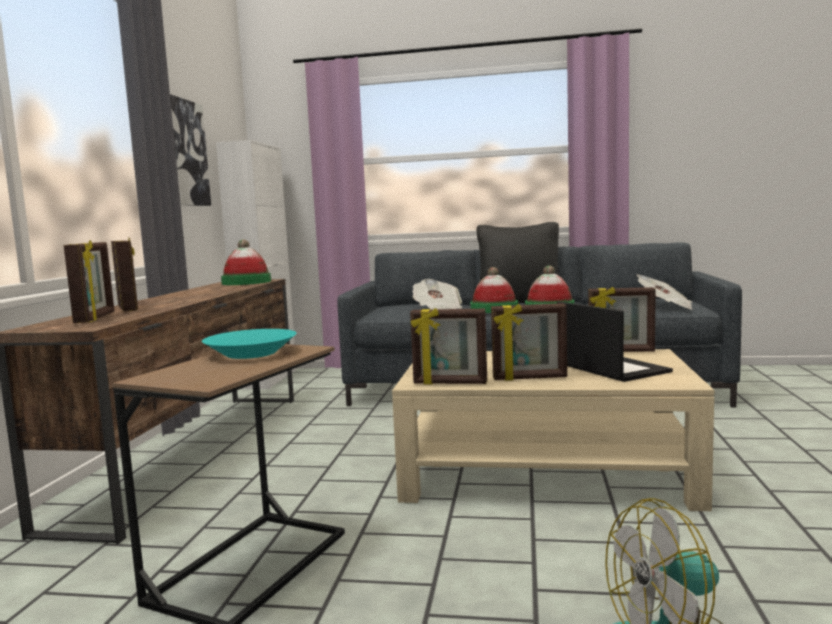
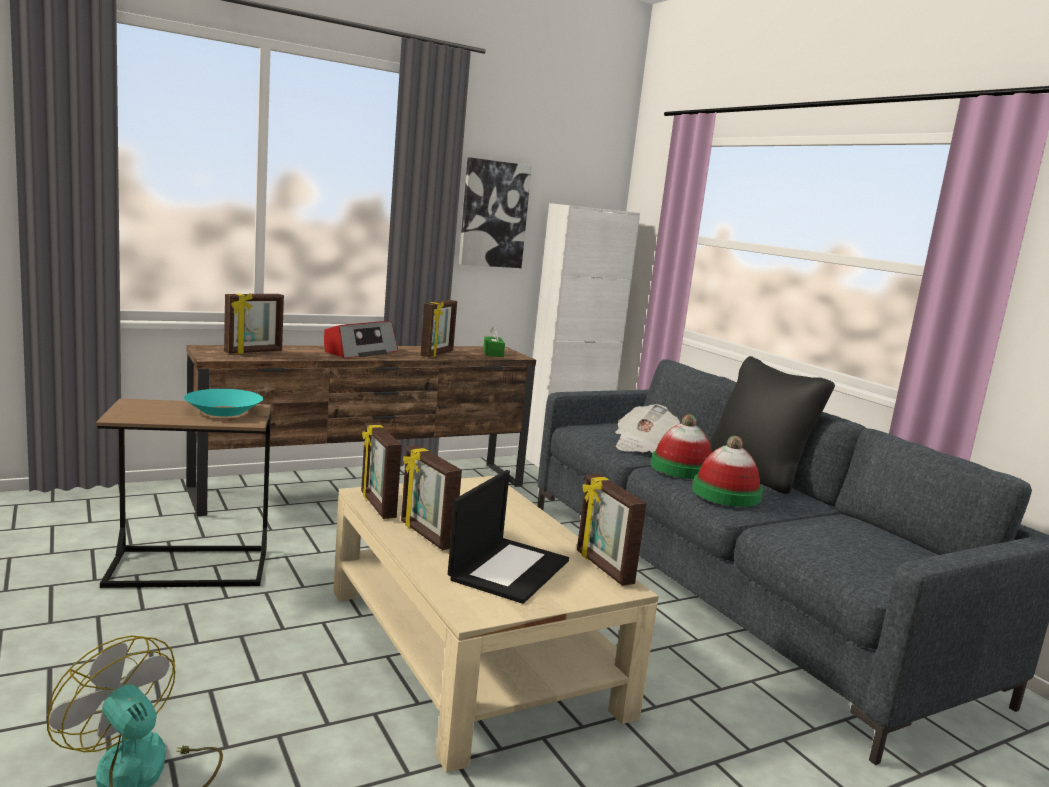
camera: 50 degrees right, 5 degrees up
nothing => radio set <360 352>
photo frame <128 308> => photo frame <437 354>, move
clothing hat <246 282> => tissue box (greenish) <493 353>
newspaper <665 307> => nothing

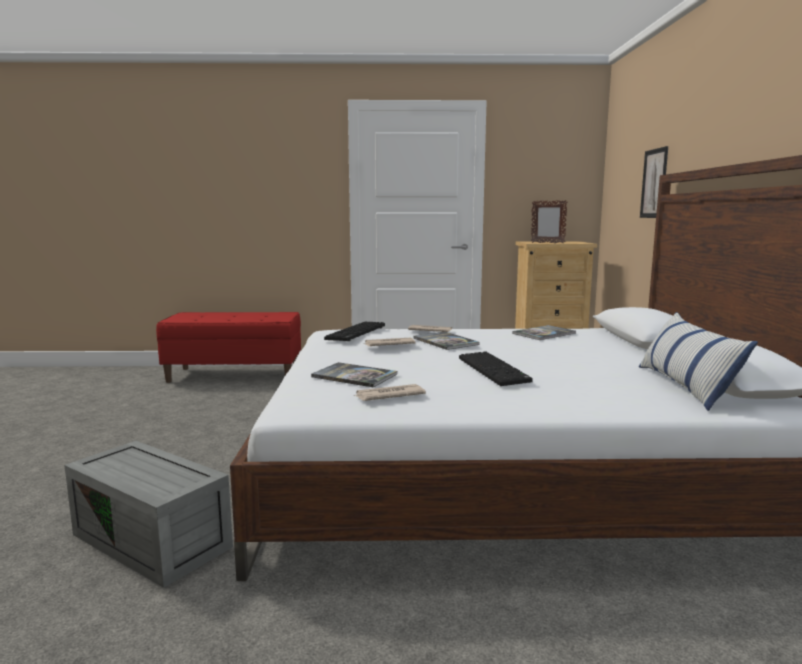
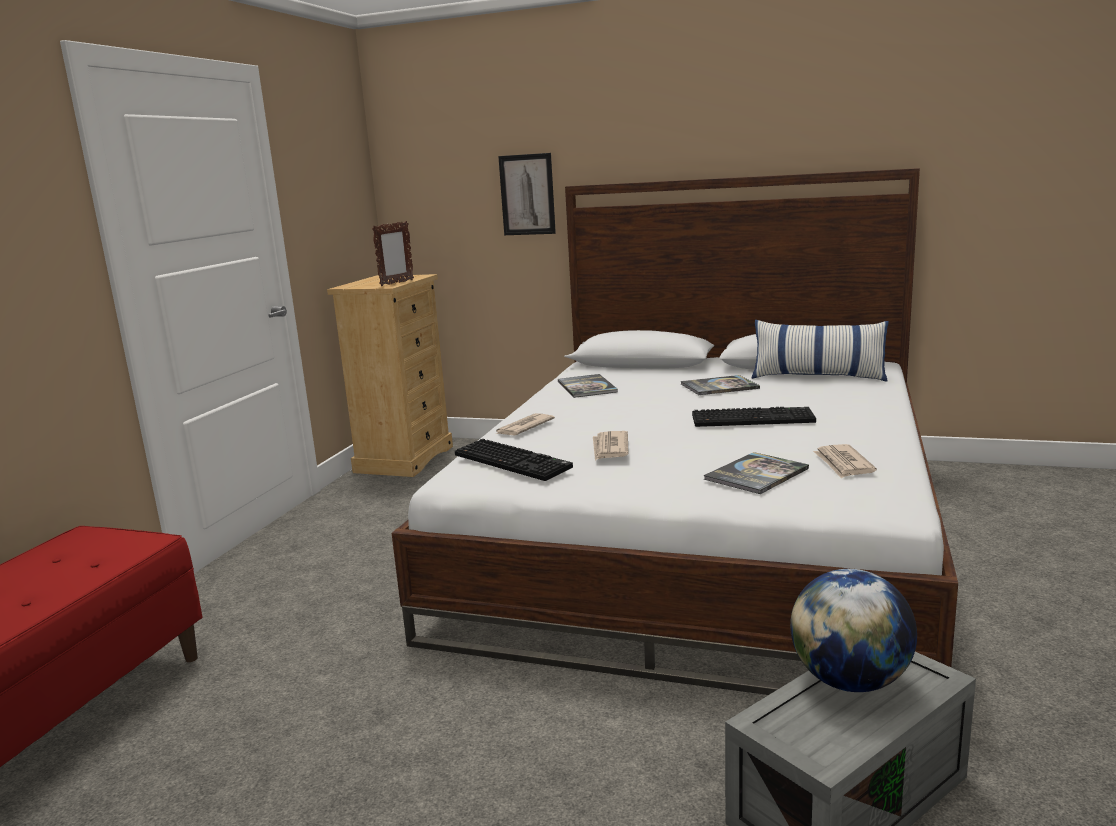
camera: 70 degrees left, 5 degrees up
bound book <445 342> => bound book <719 386>, move
nothing => globe <849 681>

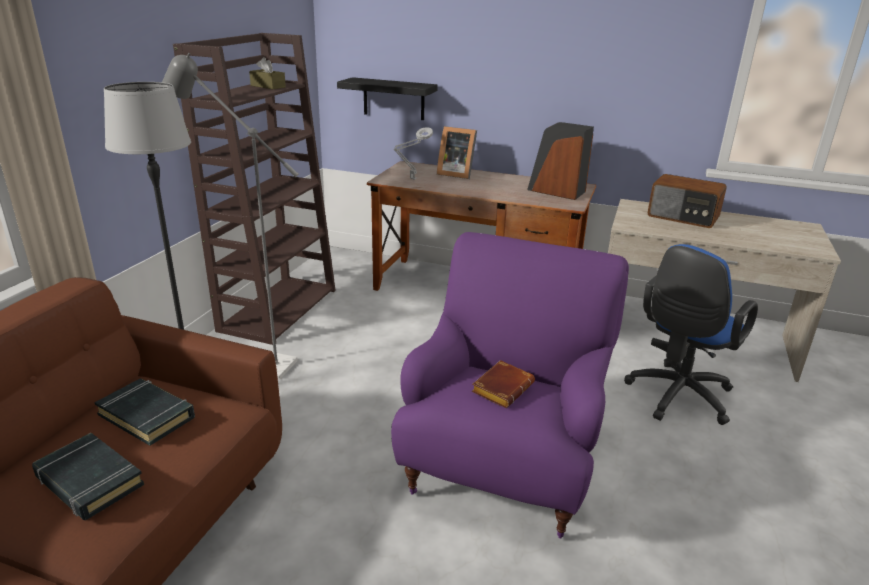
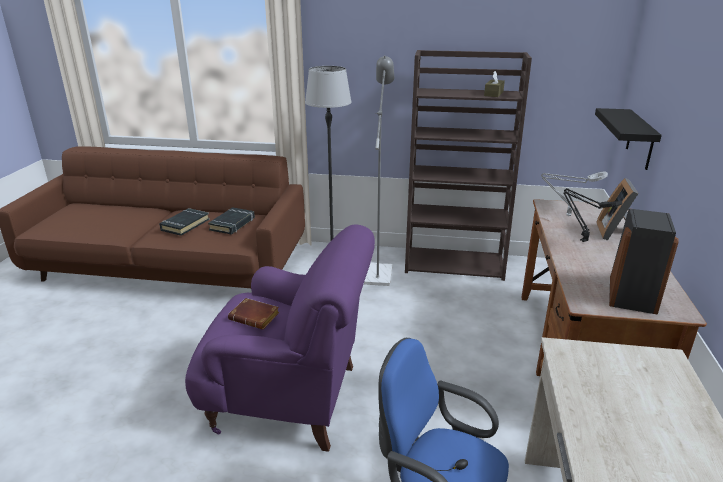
camera: 80 degrees right, 0 degrees up
nothing => table lamp (blackish) <582 240>
radio set <683 217> => nothing

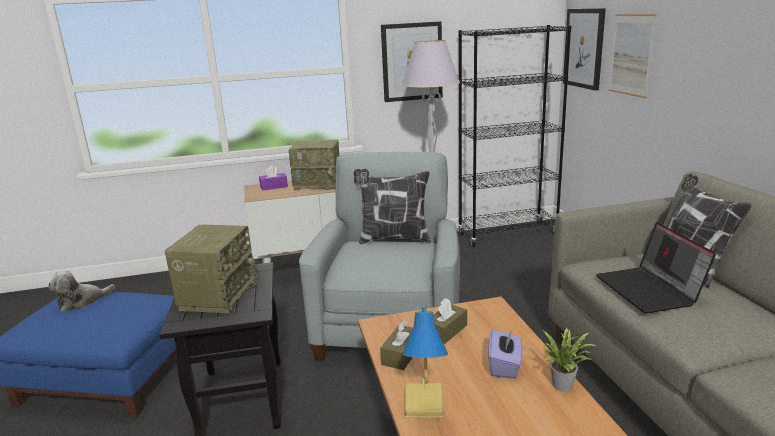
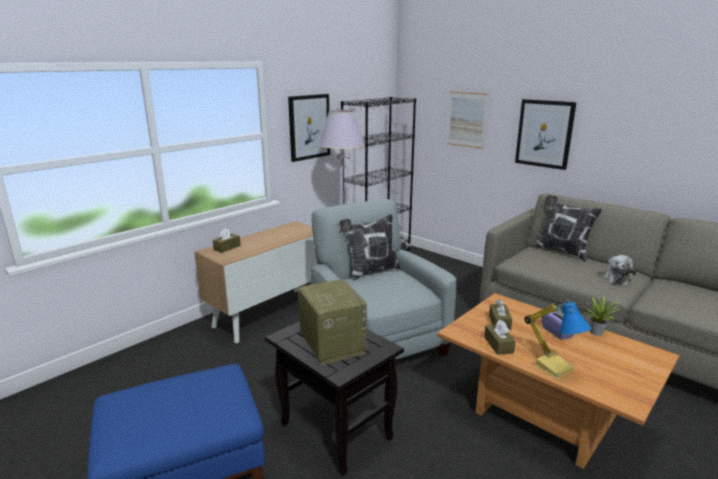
camera: 35 degrees left, 0 degrees up
tissue box (purple-coloured) <274 187> => tissue box (brown) <227 247>
picture <584 48> => picture <544 133>, move
plush toy <82 301> => plush toy <616 278>, move
radio set <318 184> => nothing
laptop <650 290> => nothing

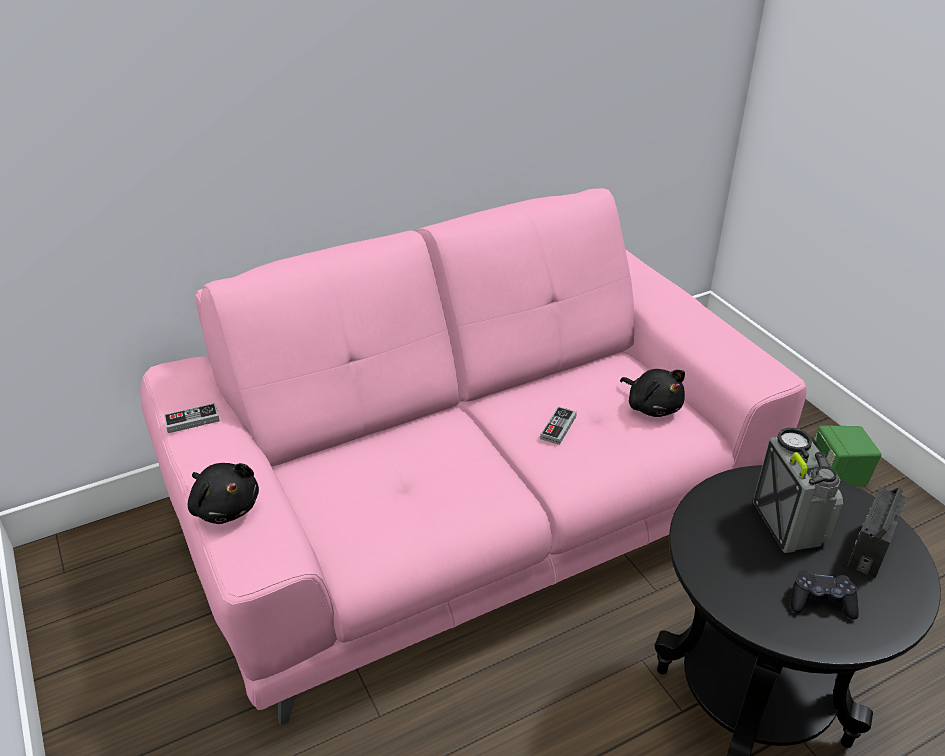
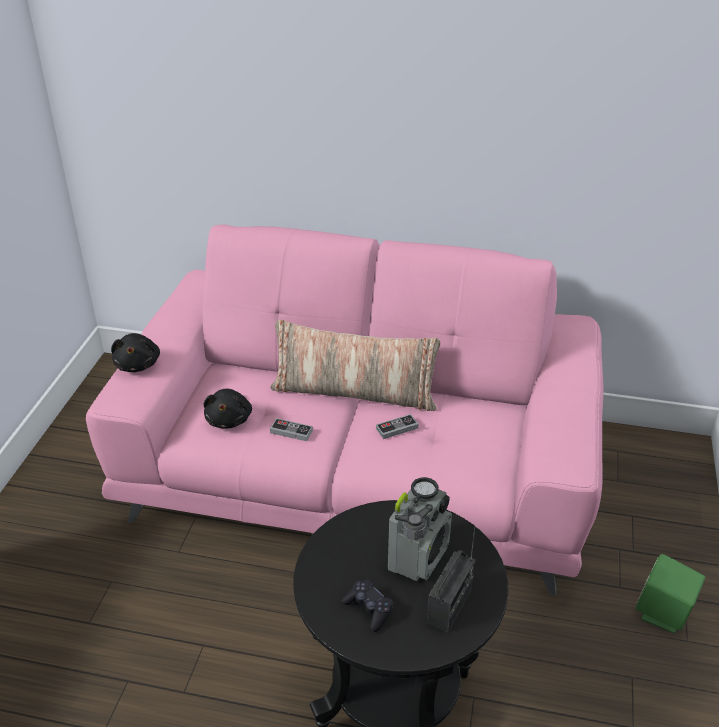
camera: 40 degrees right, 0 degrees up
plush toy (blackish) <652 406> => plush toy (blackish) <229 419>, move
nothing => pillow <354 392>
gamepad <192 420> => gamepad <291 431>, move
radio set <870 549> => radio set <450 605>, 135 degrees clockwise

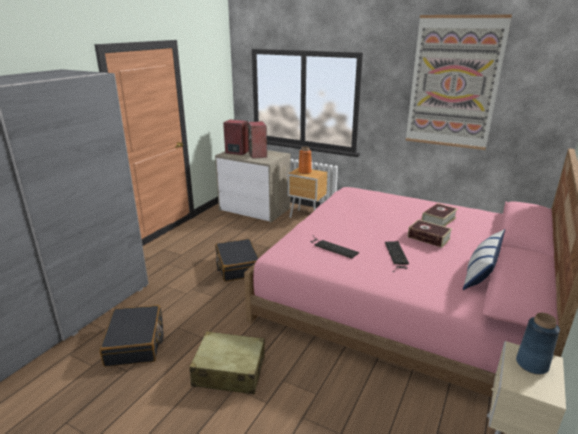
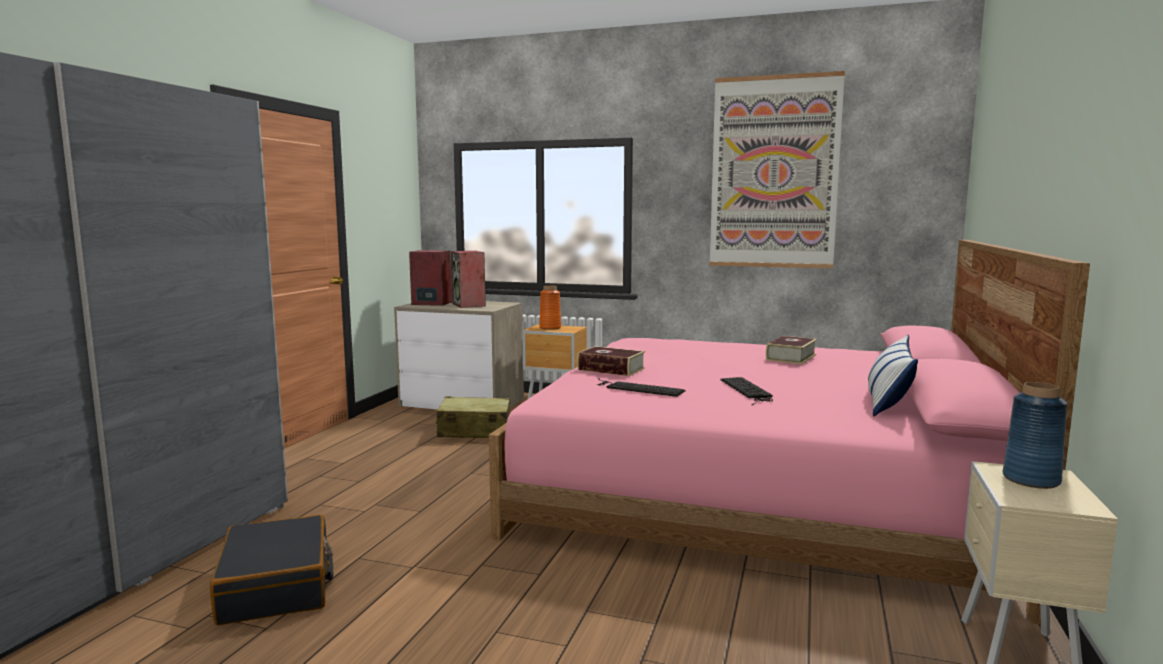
camera: 10 degrees left, 15 degrees down
piece of luggage (sand-coloured) <229 371> => piece of luggage (sand-coloured) <474 431>, move
bound book <428 238> => bound book <611 369>, move
piece of luggage (blackish) <237 266> => nothing

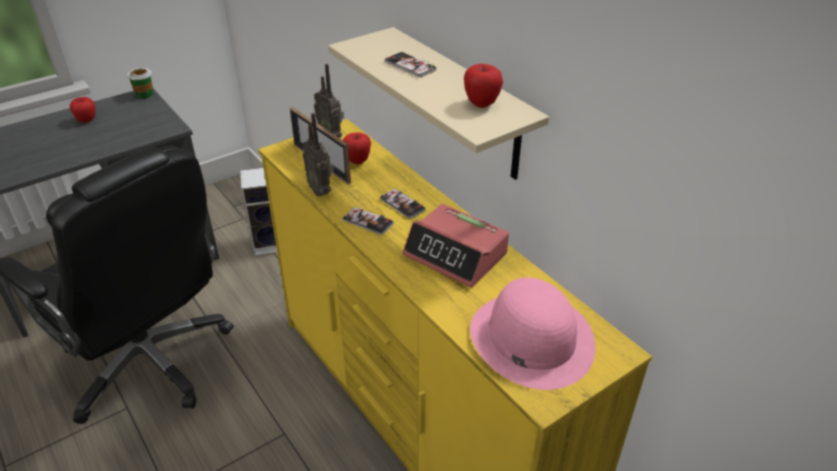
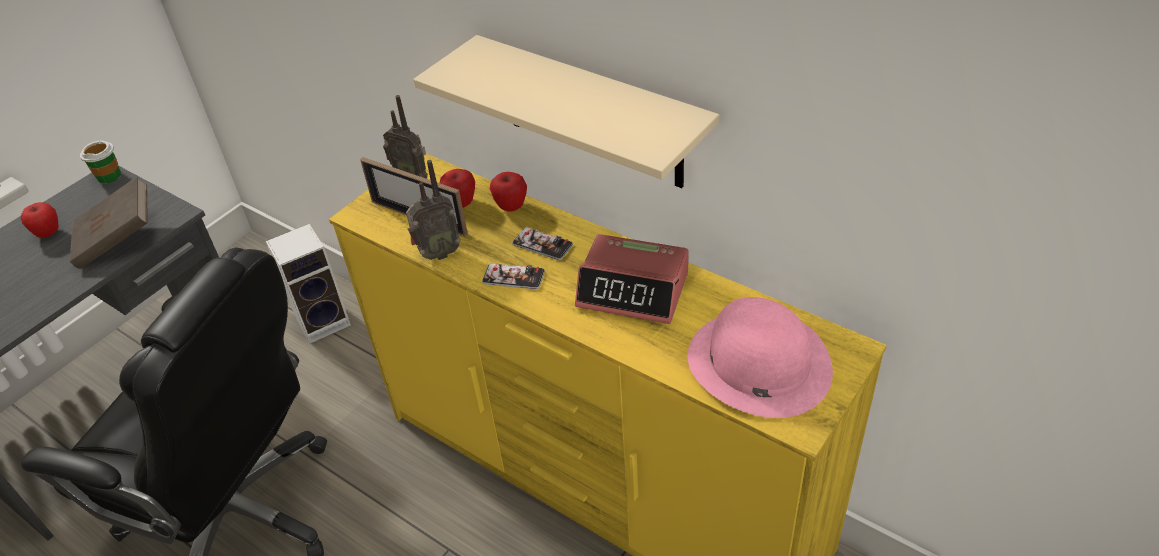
camera: 15 degrees left, 5 degrees up
nothing => bound book (brown) <118 240>
radio set <321 191> => radio set <437 253>, 60 degrees counterclockwise
apple <481 103> => apple <511 206>, move
handset <410 66> => nothing

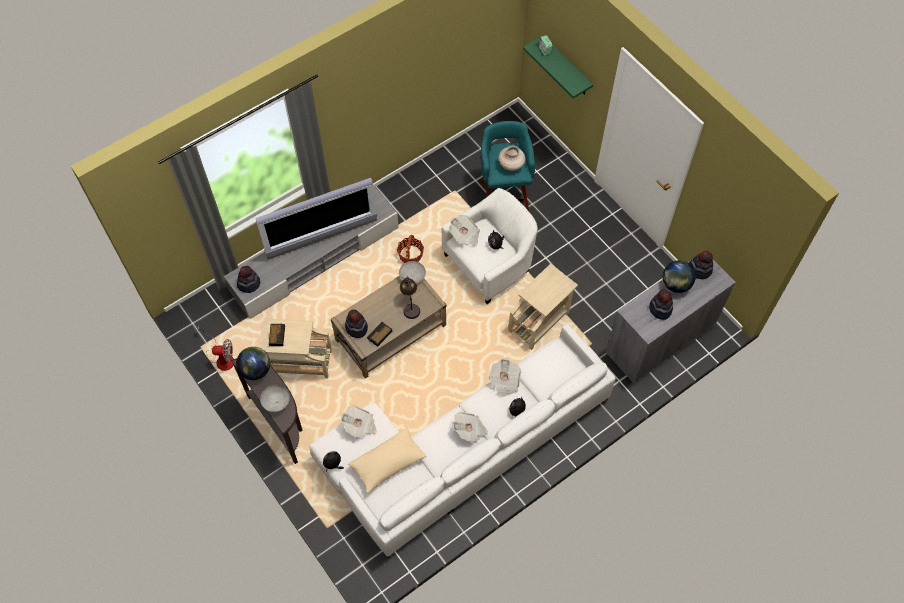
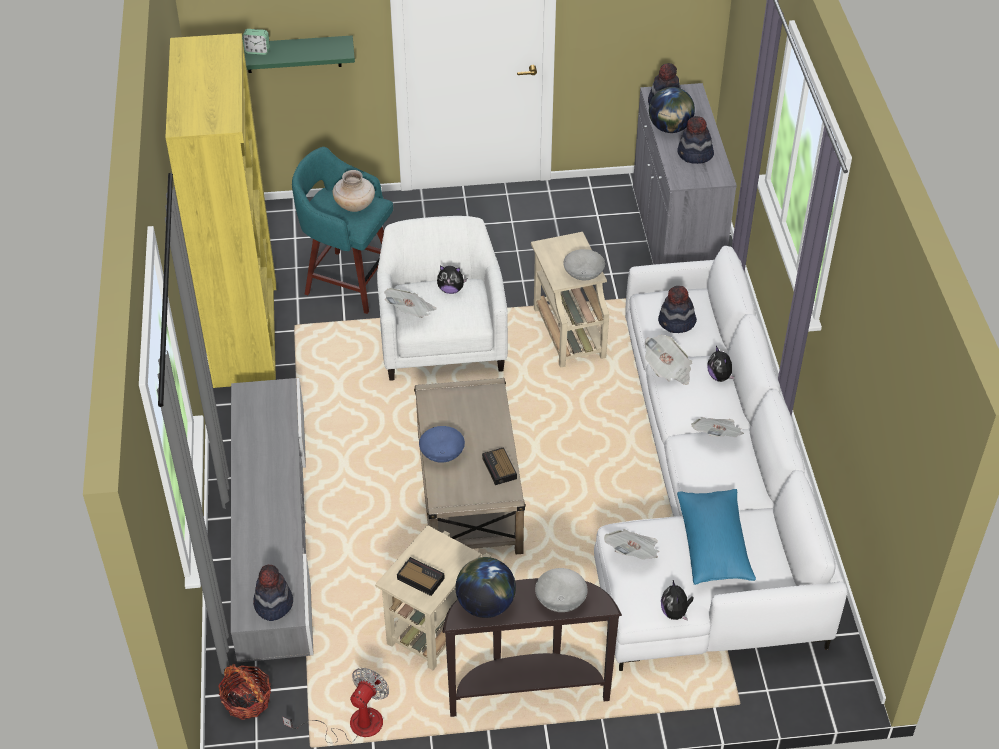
camera: 60 degrees left, 15 degrees down
nothing => bookcase (yellow) <245 332>
basket <410 255> => basket <247 700>, move
nothing => bowl (blue) <443 454>
bowl (greyish) <412 277> => bowl (greyish) <583 275>, move
clothing hat <356 328> => clothing hat <676 322>, move
pillow (sand-coloured) <388 463> => pillow (blue) <713 546>
TV set <322 240> => nothing
table lamp <410 305> => nothing

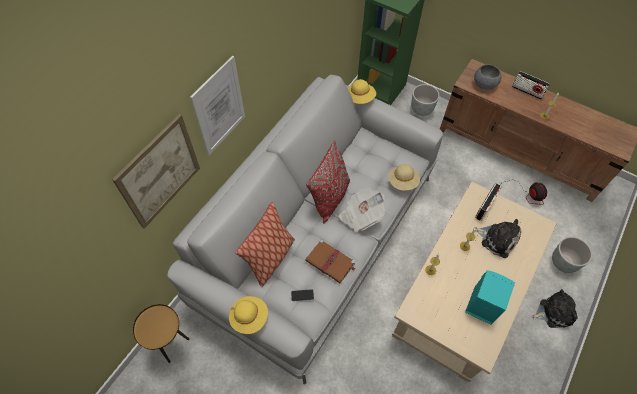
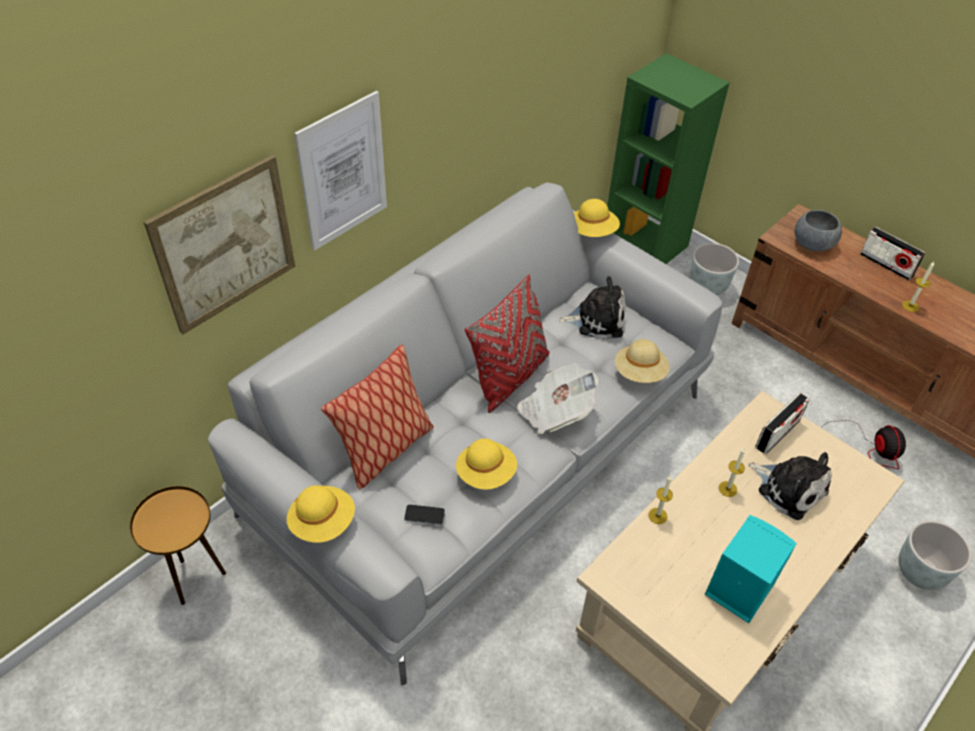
camera: 10 degrees right, 10 degrees down
bound book (brown) <331 262> => clothing hat (yellow) <486 473>
plush toy <553 312> => plush toy <596 319>, move

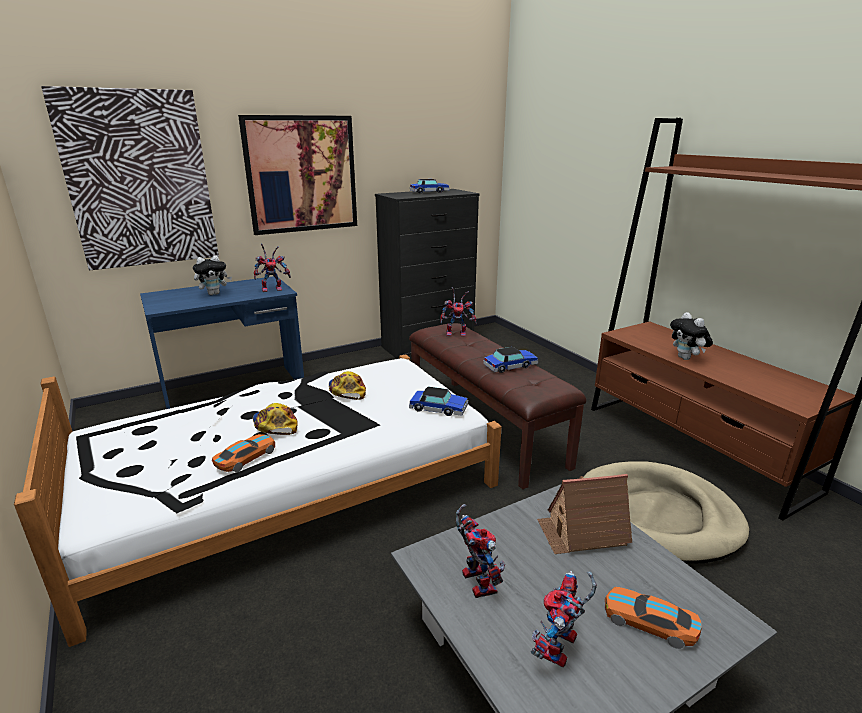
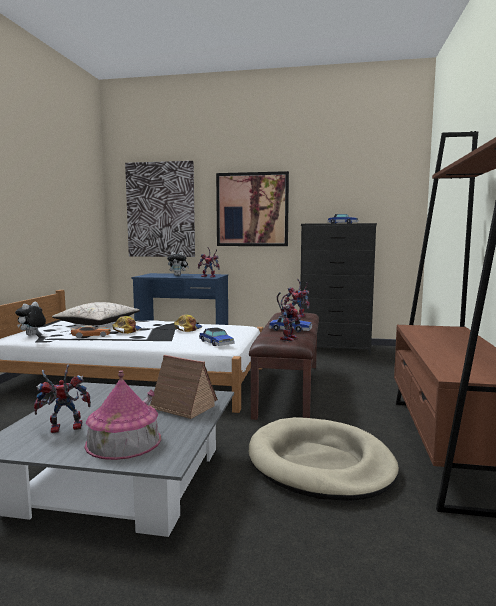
camera: 40 degrees right, 15 degrees down
plush toy <686 358> => plush toy <32 335>, move
nothing => pillow (sand-coloured) <97 323>
model car <649 622> => miniature house <123 441>
model robot <474 580> => model robot <287 338>, move

